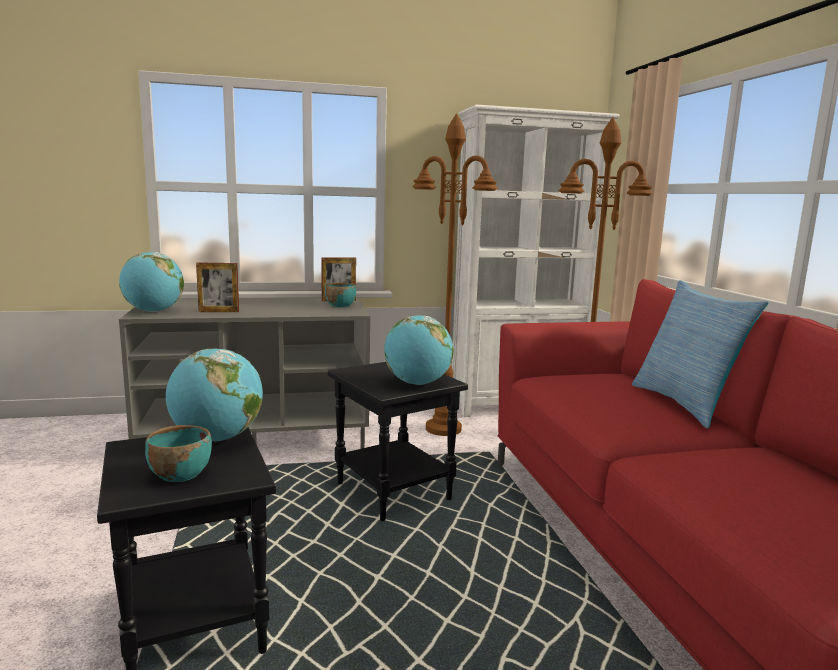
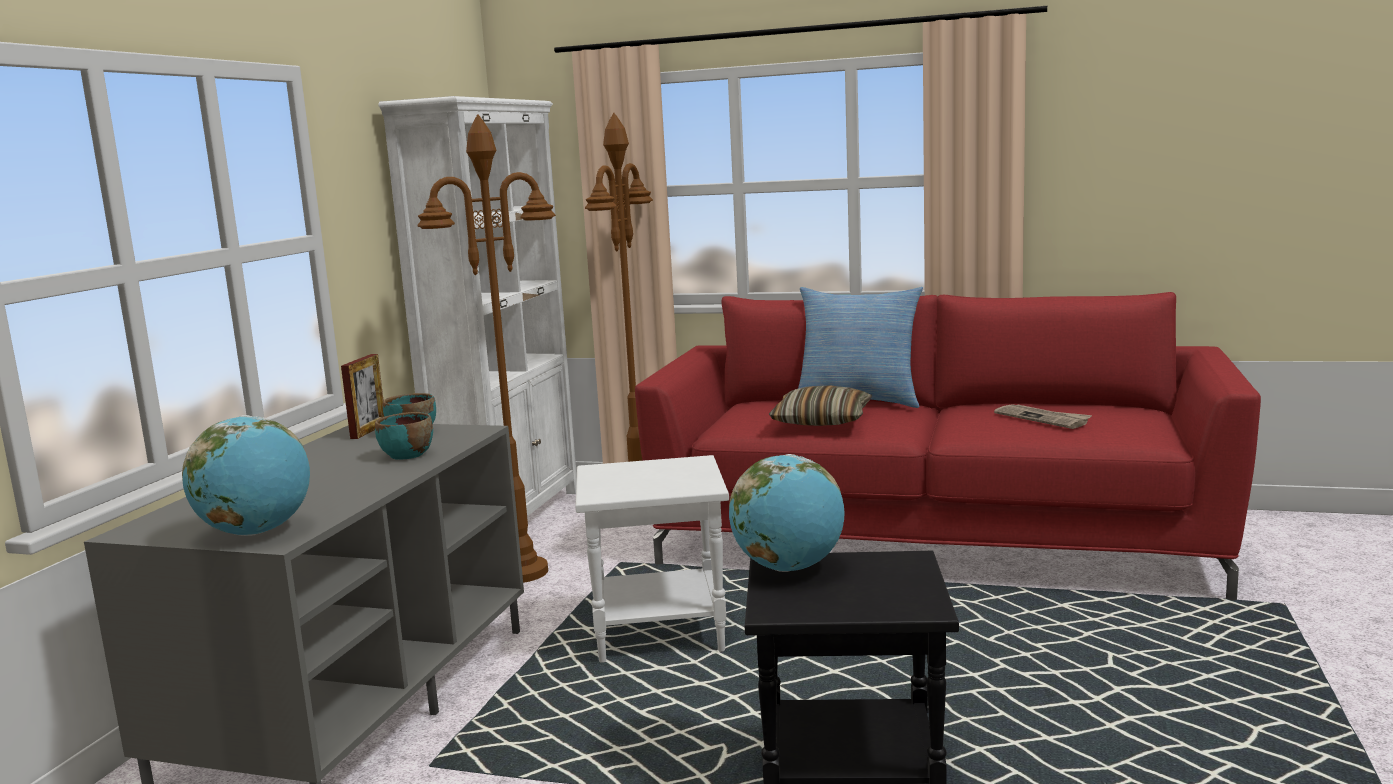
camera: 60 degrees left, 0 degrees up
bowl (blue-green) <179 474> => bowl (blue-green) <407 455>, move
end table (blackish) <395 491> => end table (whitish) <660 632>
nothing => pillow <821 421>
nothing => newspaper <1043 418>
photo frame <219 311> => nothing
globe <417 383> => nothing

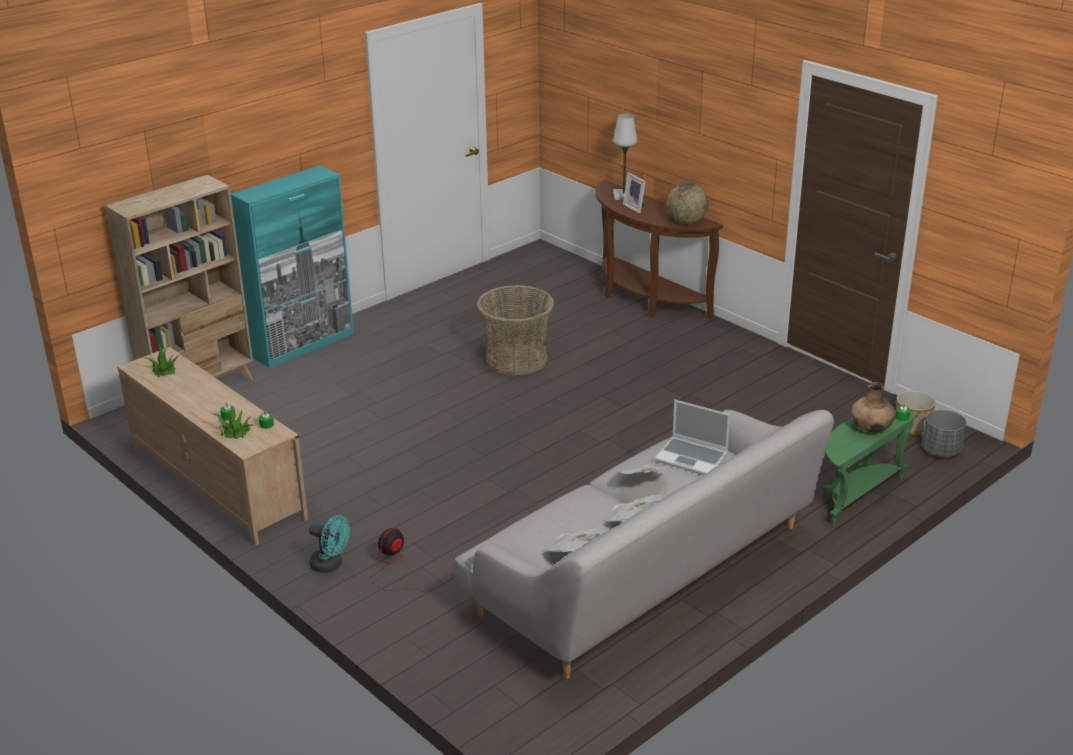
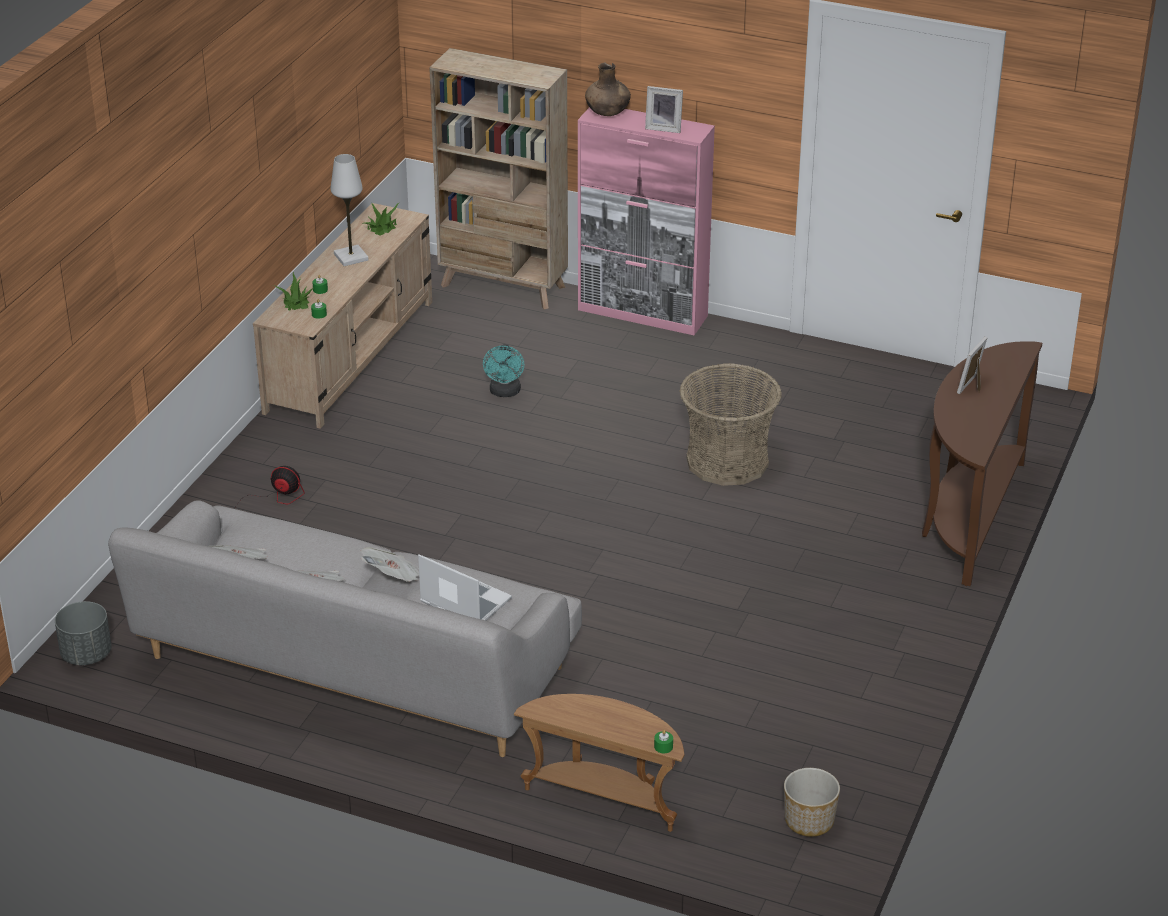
camera: 65 degrees right, 5 degrees up
planter (greyish) <941 451> => planter (greyish) <86 655>, move
table lamp (whitish) <623 195> => table lamp (whitish) <350 257>, move
laptop <692 457> => laptop <464 601>, 120 degrees clockwise
cooling fan (blue-green) <331 565> => cooling fan (blue-green) <505 392>, move
end table (greenish) <856 495> => end table (brown) <604 797>
storage cabinet (blue-green) <304 344> => storage cabinet (pinkish) <643 313>
flower vase (brown) <871 428> => flower vase (brown) <608 113>, move
nothing => photo frame <664 127>
globe <687 221> => nothing

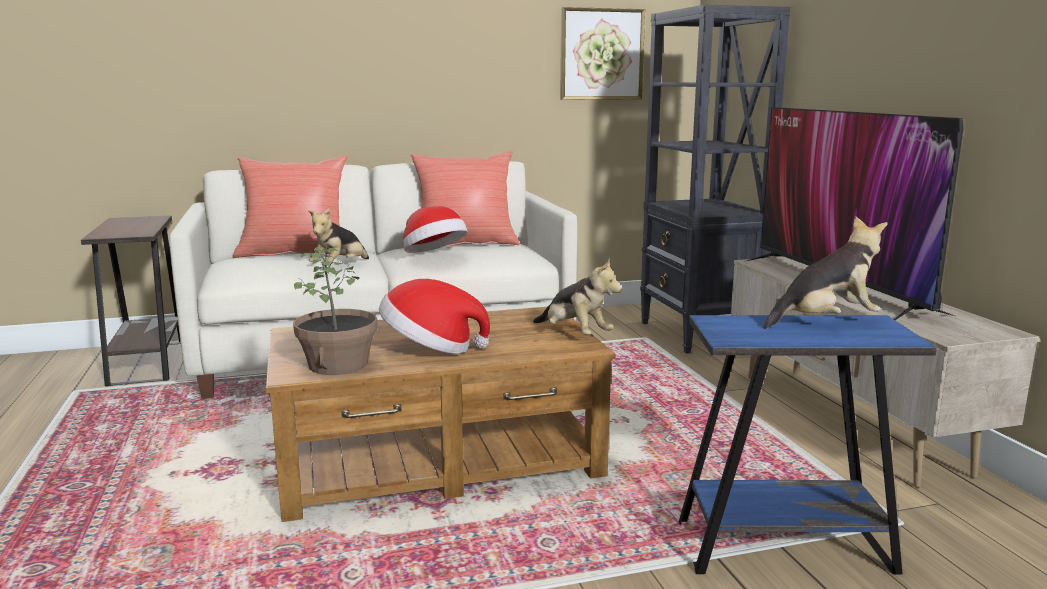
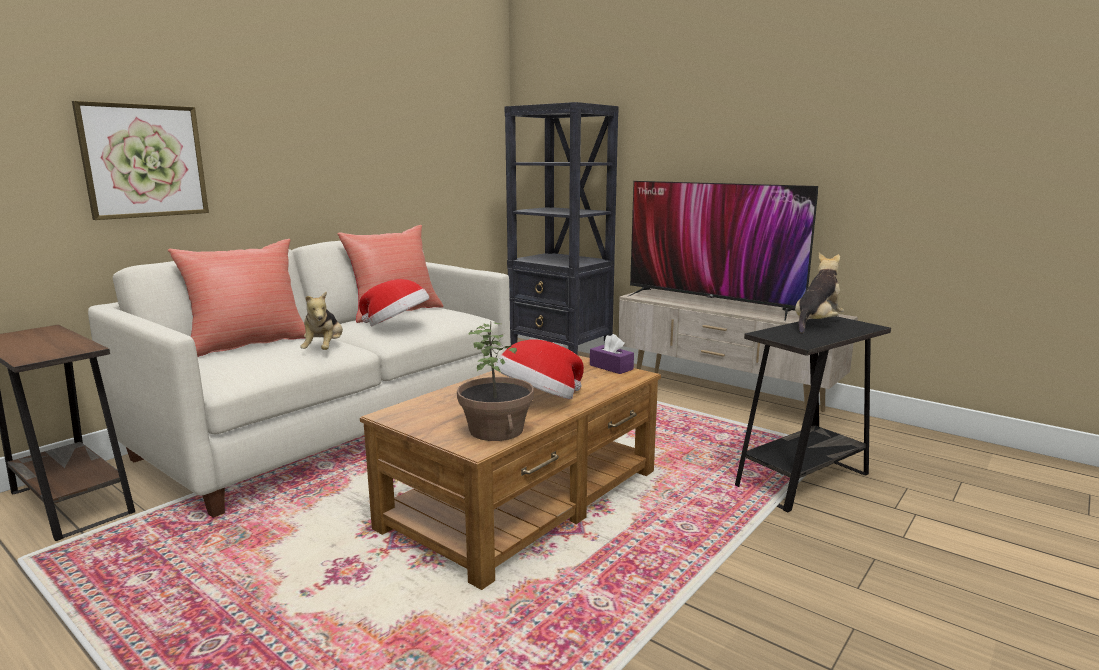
camera: 35 degrees left, 0 degrees up
picture <601 54> => picture <144 161>, move
plush toy <574 334> => tissue box (purple-coloured) <611 367>
end table (blue) <784 547> => end table (blackish) <802 480>

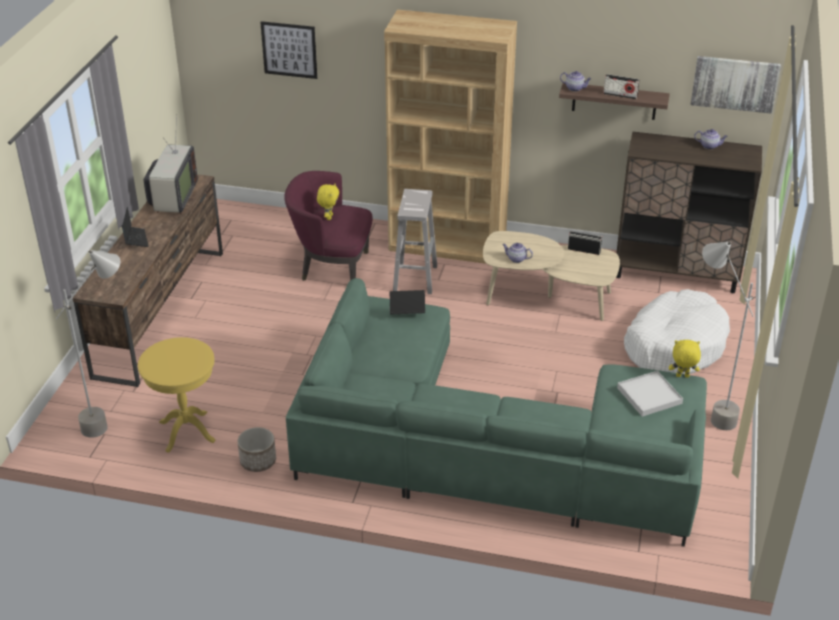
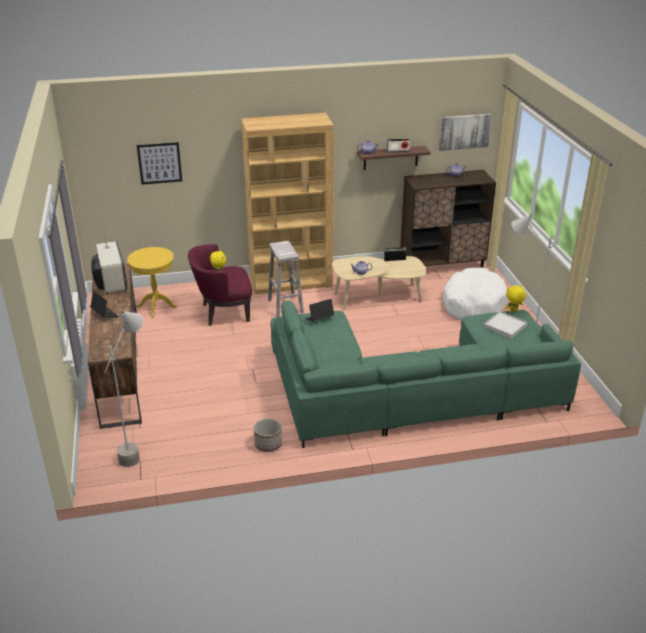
camera: 25 degrees left, 5 degrees down
end table (yellow) <186 431> => end table (yellow) <156 307>, move

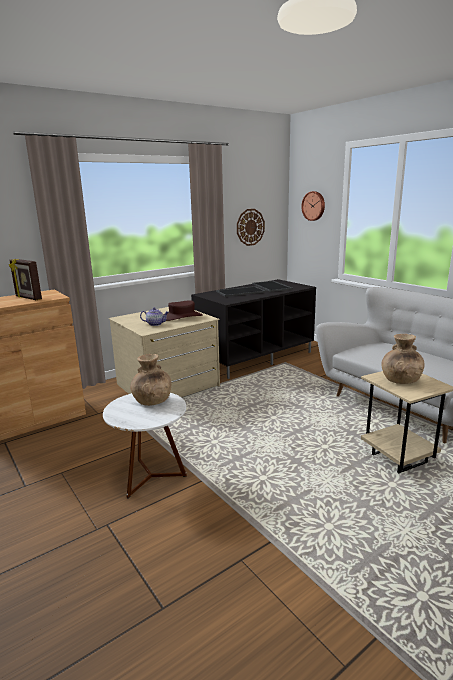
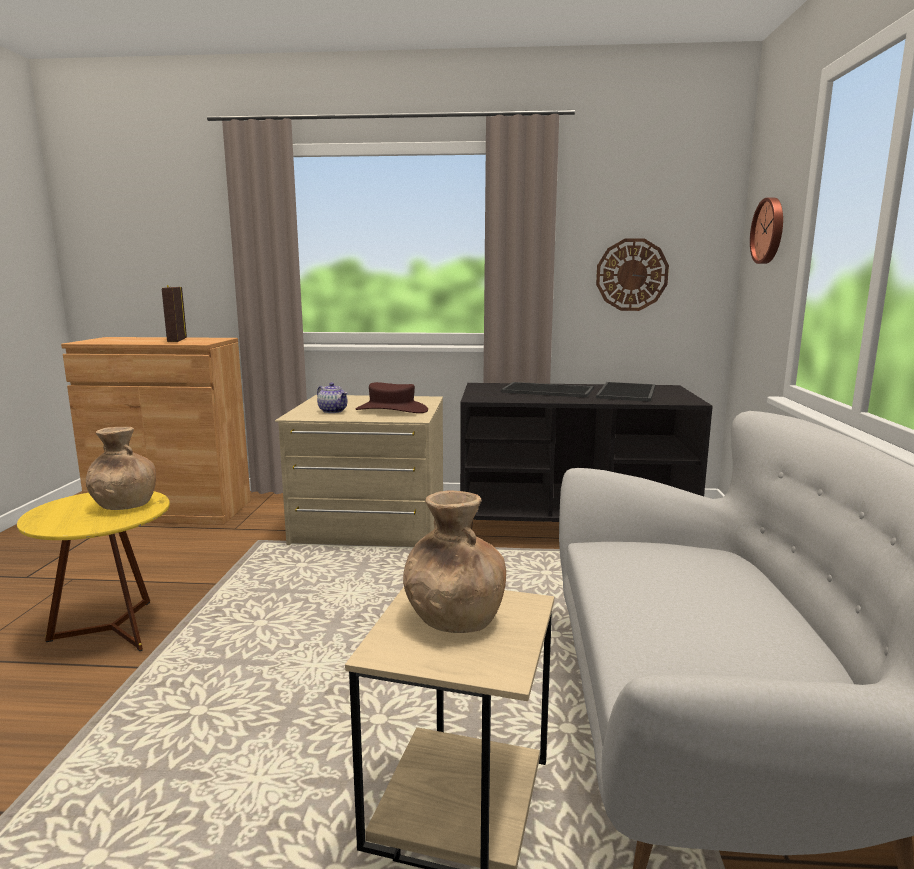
camera: 40 degrees right, 5 degrees down
end table (whitish) <151 477> => end table (yellow) <113 631>

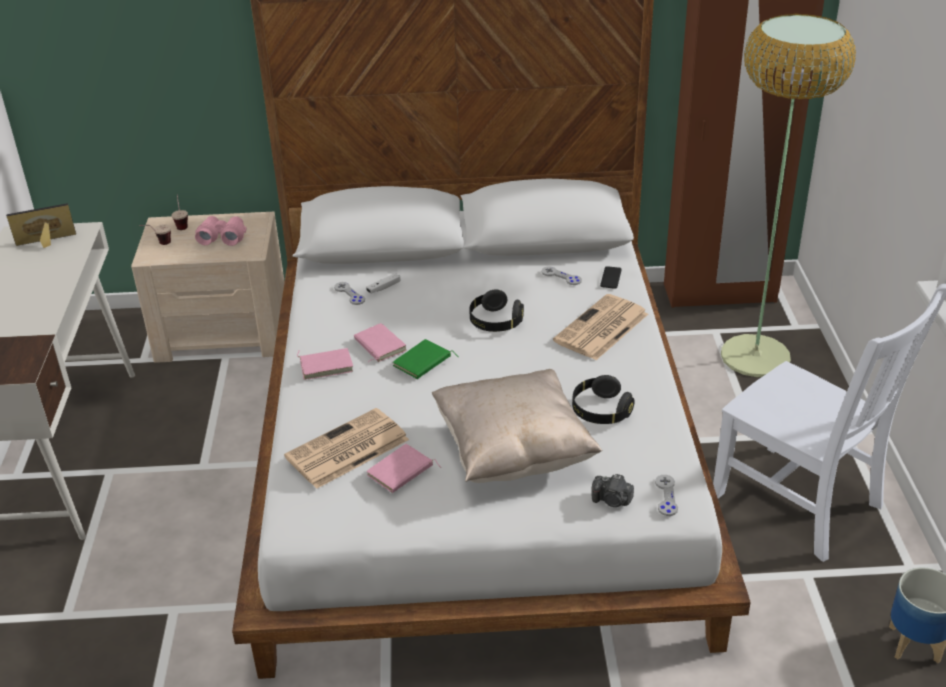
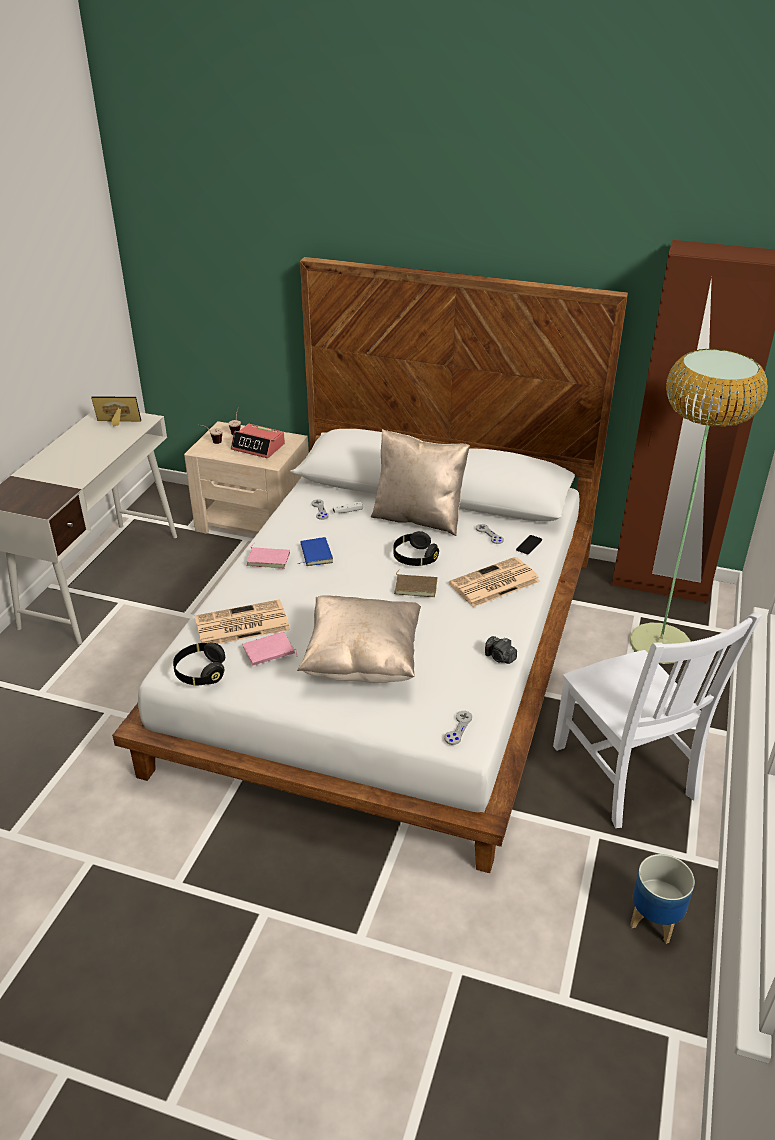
camera: 20 degrees right, 0 degrees up
headphones (blackish) <600 411> => headphones (blackish) <200 672>, move
binoculars (pinkish) <222 237> => bedside clock <258 447>
bound book (pinkish) <378 346> => bound book (blue) <315 554>
nothing => pillow (sand-coloured) <418 518>
nothing => bound book (brown) <416 586>
still camera <612 500> => still camera <500 657>, move
bound book (greenish) <423 362> => nothing

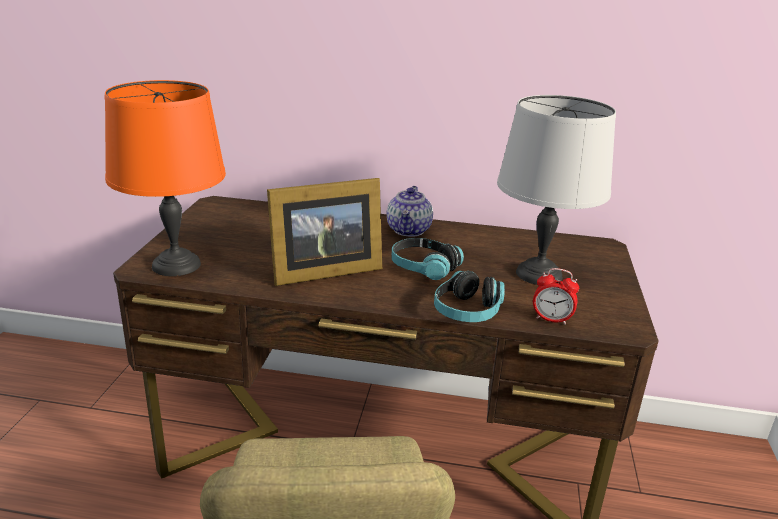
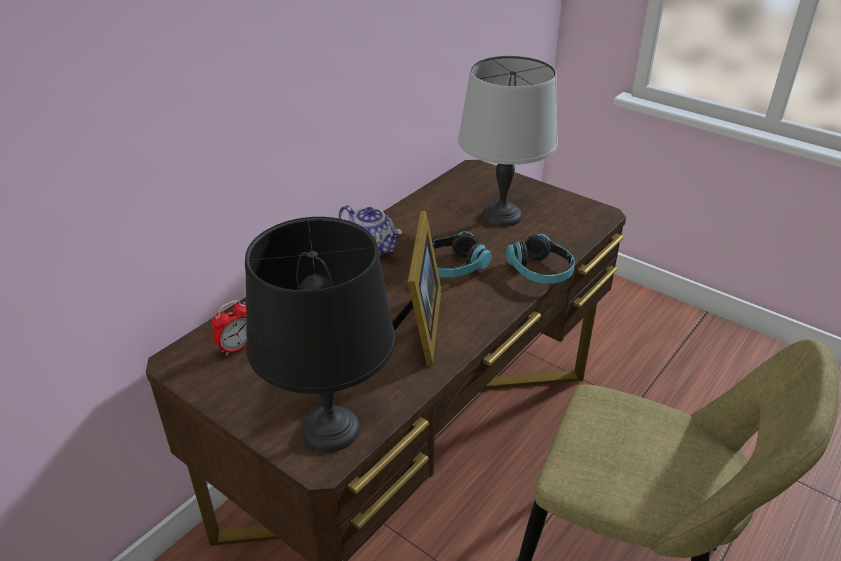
camera: 60 degrees left, 10 degrees up
bedside clock <551 319> => bedside clock <237 347>, move
table lamp (orange) <177 265> => table lamp (blackish) <332 429>

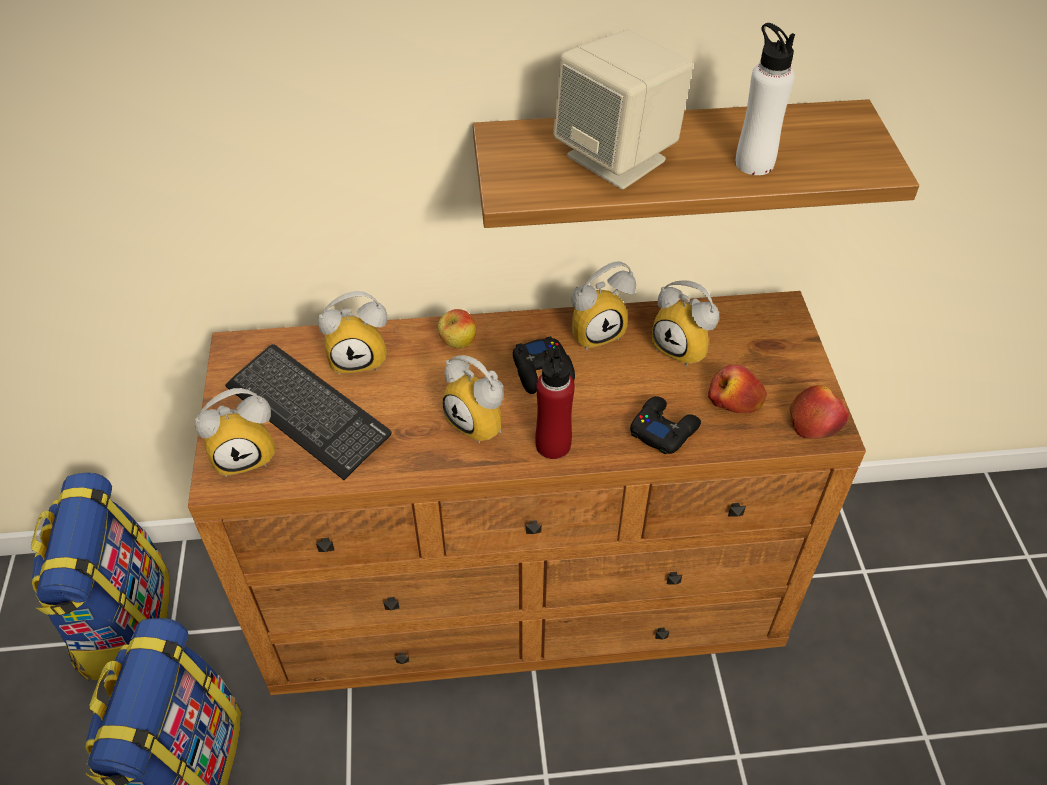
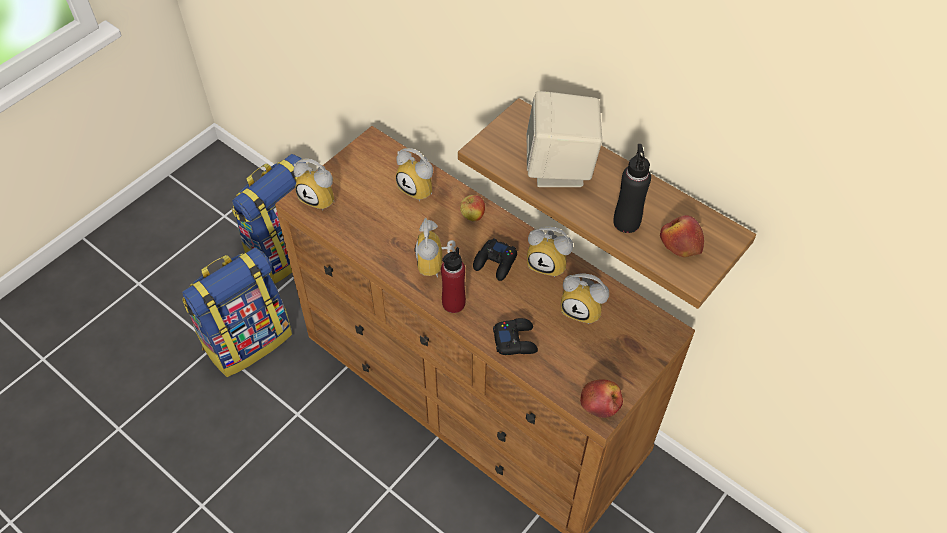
camera: 45 degrees right, 5 degrees up
bedside clock <685 347> => bedside clock <583 309>, 60 degrees counterclockwise
drink bottle (whitish) <754 163> => drink bottle (blackish) <626 222>
apple <735 400> => apple <680 244>, move
keyboard <307 412> => nothing

